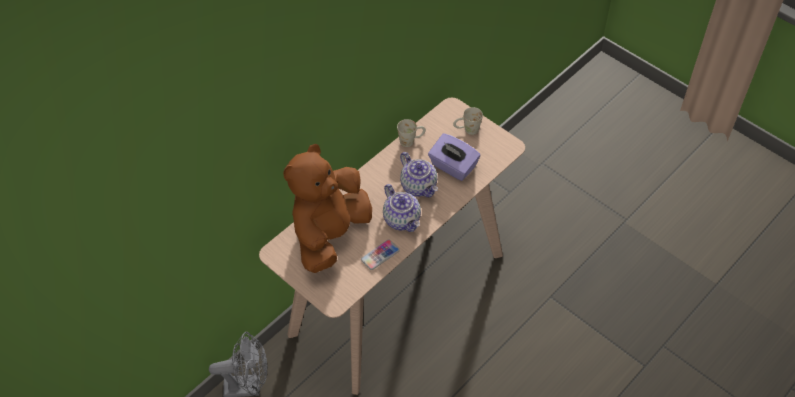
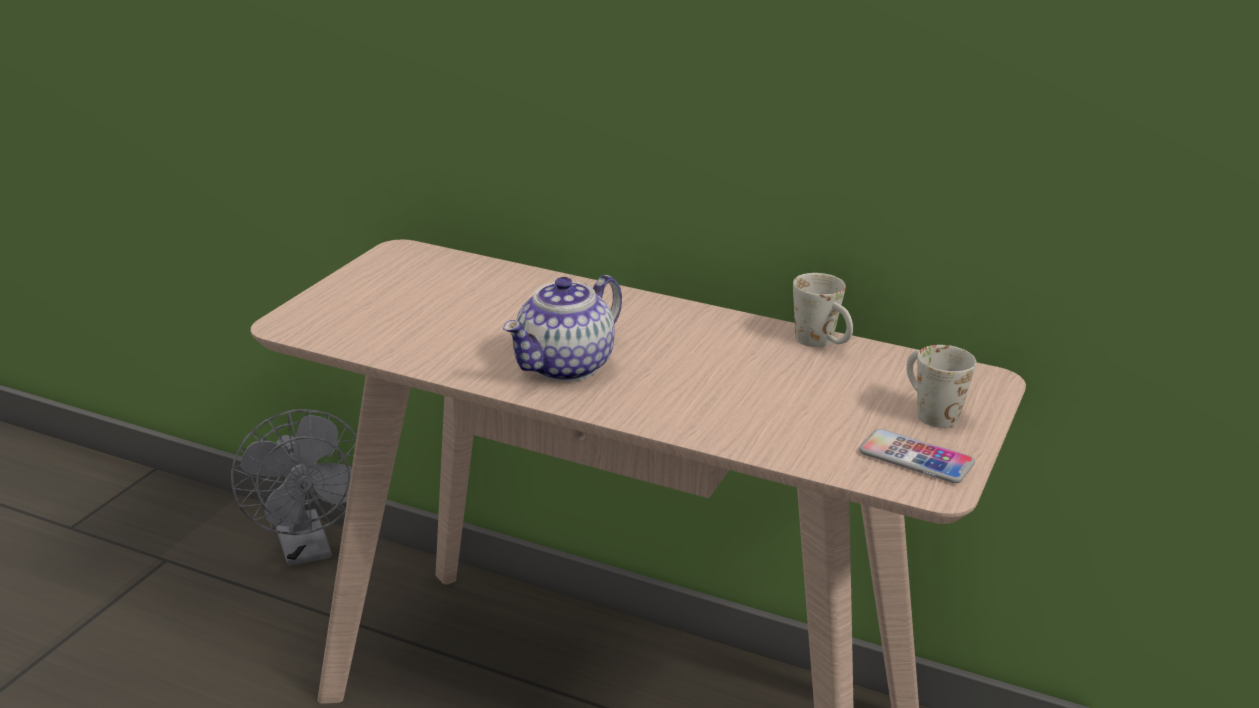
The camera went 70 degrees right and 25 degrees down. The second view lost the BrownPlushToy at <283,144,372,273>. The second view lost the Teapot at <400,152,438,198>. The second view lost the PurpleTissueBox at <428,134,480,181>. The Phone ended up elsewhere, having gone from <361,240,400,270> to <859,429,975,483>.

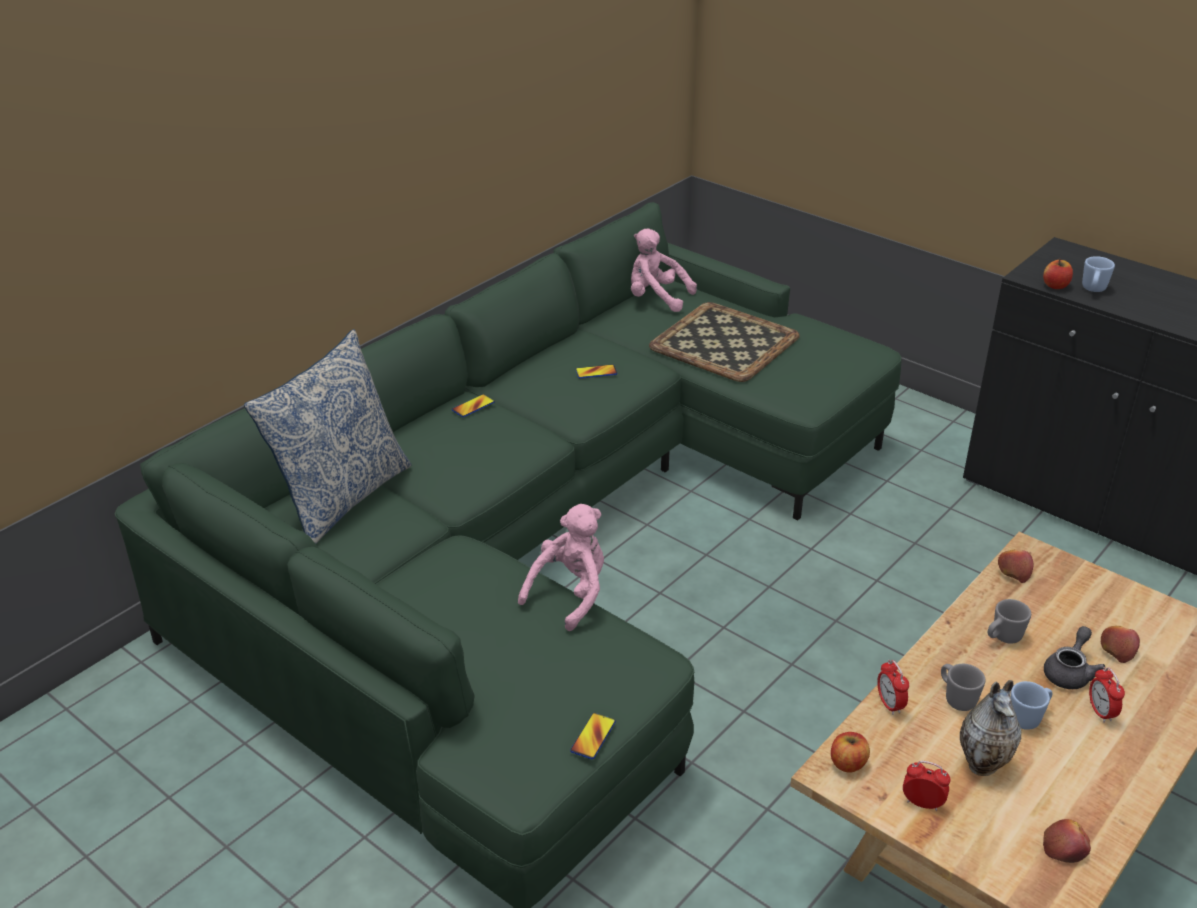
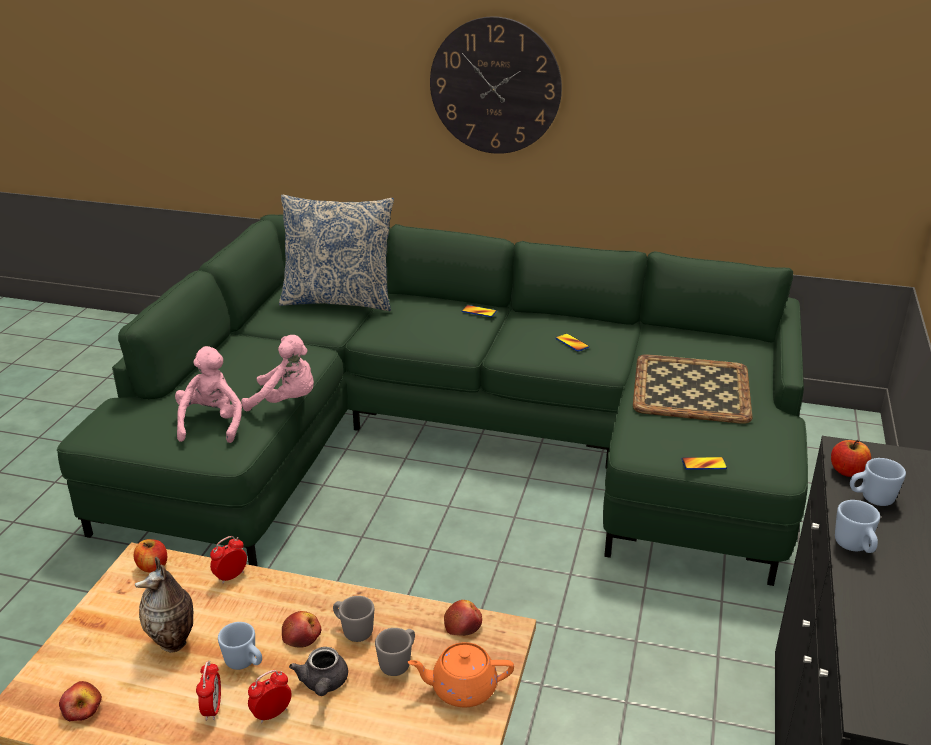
The camera went 65 degrees right and 5 degrees down. The second view gained the OrangeTeapot at <407,642,514,707>. The second view gained the WallClock at <430,16,562,154>. The second view gained the BlueMug at <835,500,880,553>. The Phone ended up elsewhere, having gone from <570,713,616,759> to <682,457,727,470>. The PinkPlushToy ended up elsewhere, having gone from <631,229,697,312> to <175,346,242,443>. The AlarmClock ended up elsewhere, having gone from <903,761,951,811> to <196,661,221,721>. The GreyMug ended up elsewhere, having gone from <941,664,986,711> to <375,628,415,676>. The Apple ended up elsewhere, having gone from <1101,626,1140,663> to <282,611,321,648>. The GreyTeapot at <1044,626,1106,689> ended up facing another way, 75 degrees clockwise from before.

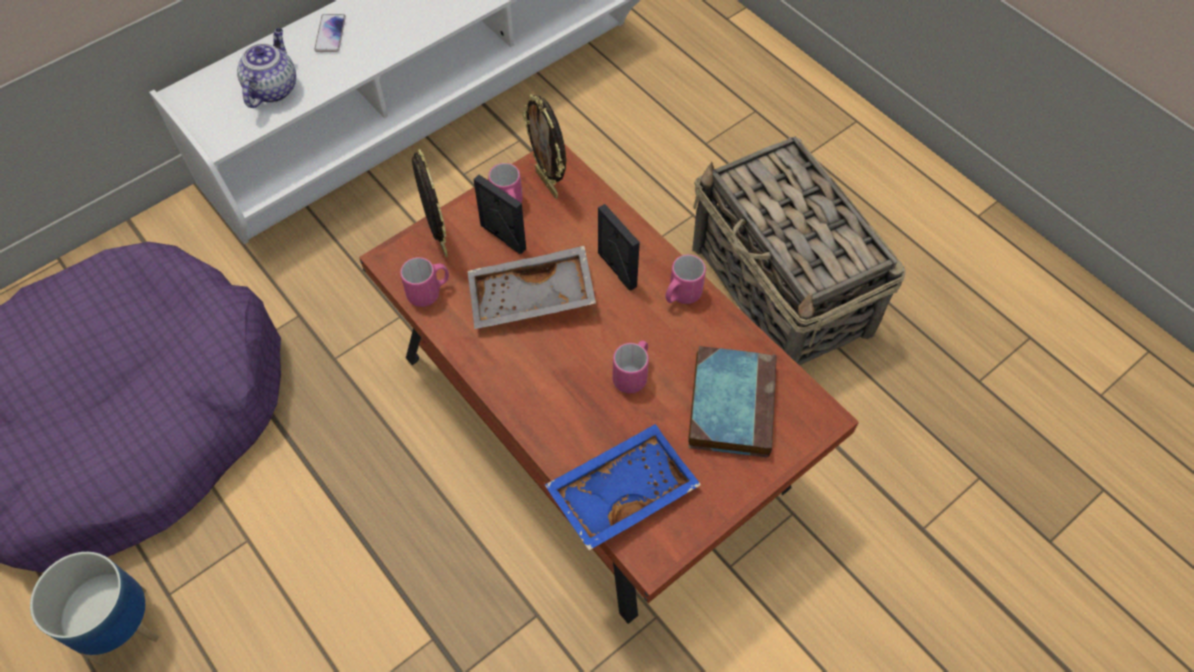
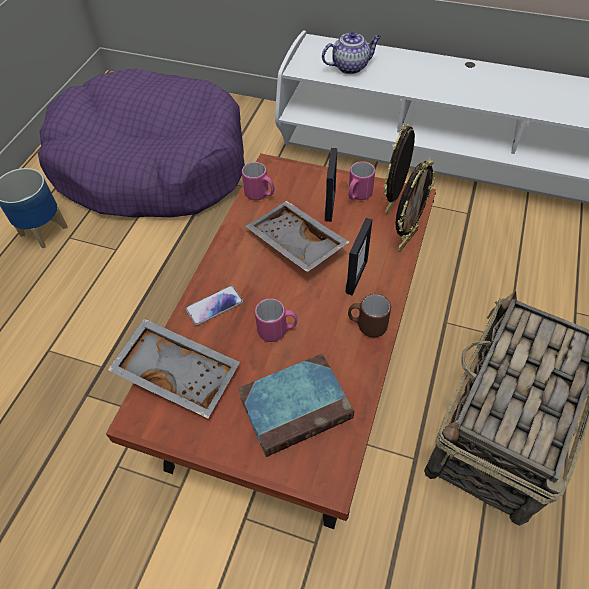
The camera went 60 degrees right and 5 degrees down. The Phone ended up elsewhere, having gone from <314,14,346,52> to <186,285,243,326>. The PictureFrame ended up elsewhere, having gone from <412,149,448,257> to <395,159,435,251>. What was the BlueTray at <545,424,701,550> turned into the GreyTray at <108,318,240,419>. What was the PinkMug at <665,254,706,304> turned into the BrownMug at <348,294,391,337>.

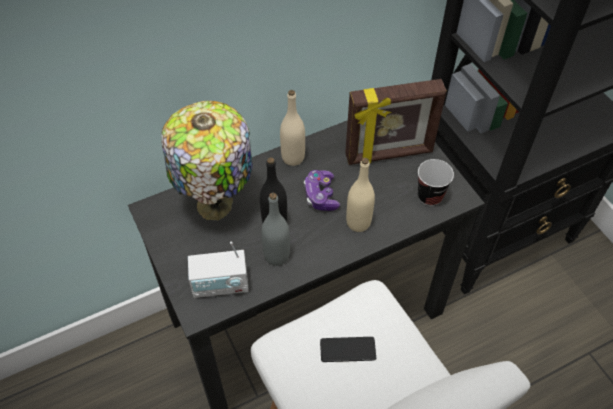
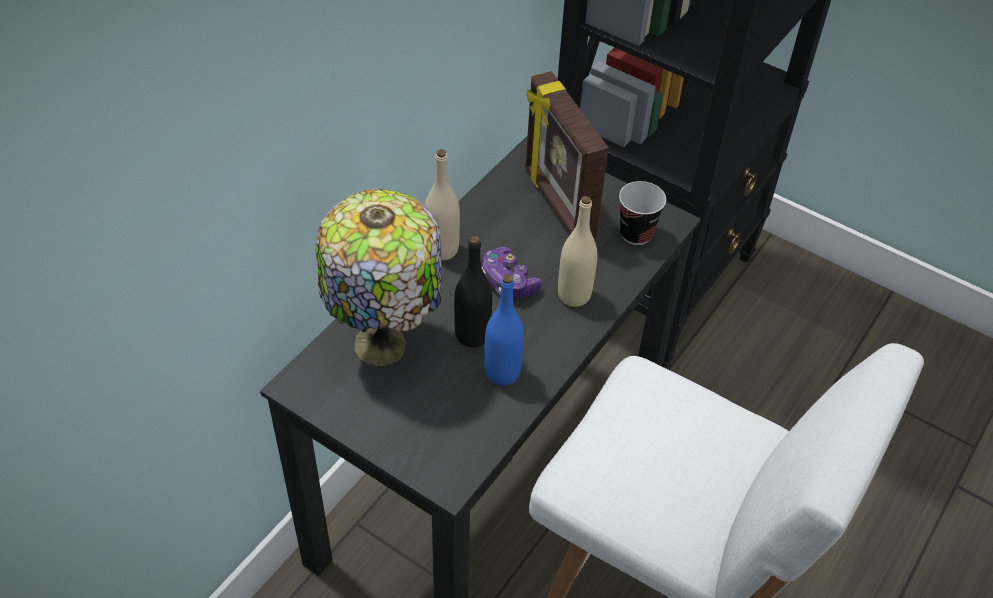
The camera went 30 degrees left and 5 degrees down. The second view lost the Radio at <188,241,249,298>. The second view lost the Phone at <320,337,376,362>. What was the GreyBottle at <261,193,290,266> turned into the BlueBottle at <484,275,524,386>. The PictureFrame at <345,79,447,165> ended up facing another way, 105 degrees clockwise from before.

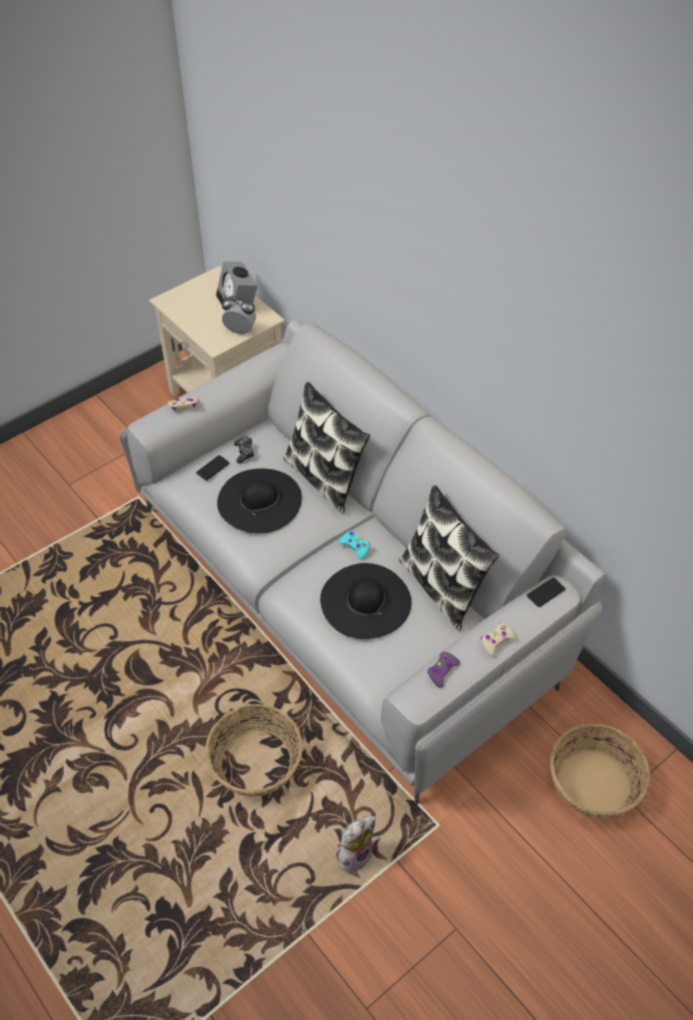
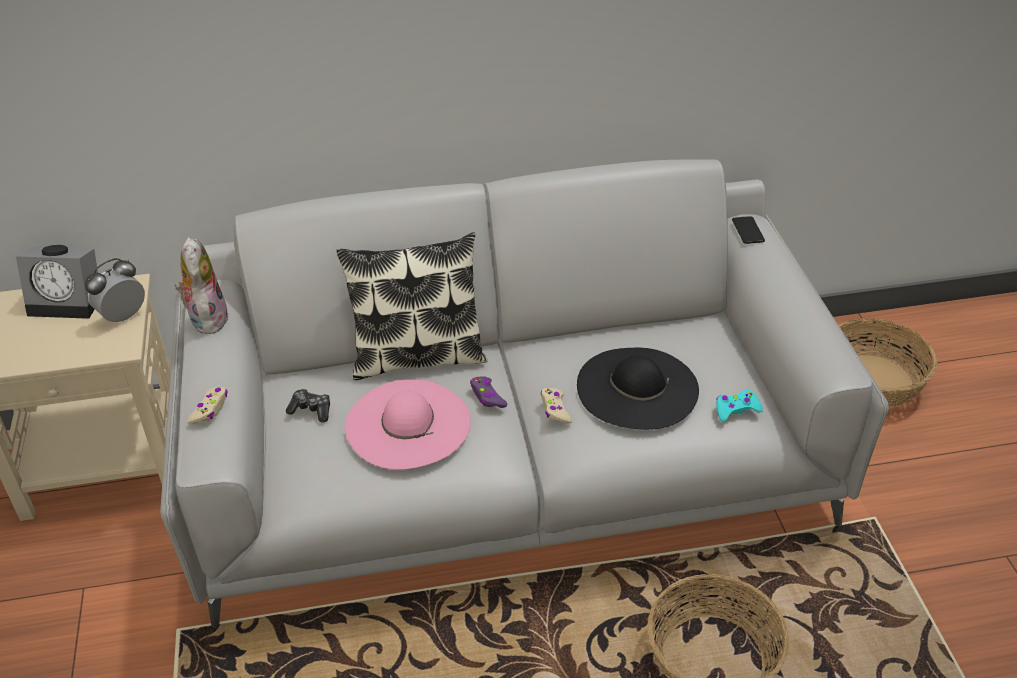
The camera went 60 degrees left and 10 degrees down. The second view lost the Phone at <196,455,230,481>. The second view lost the Pillow at <399,485,499,631>. The PlushToy ended up elsewhere, having gone from <338,816,376,875> to <175,237,229,334>. The TurquoiseGameController ended up elsewhere, having gone from <339,531,370,560> to <716,389,763,422>. The PurpleGameController ended up elsewhere, having gone from <427,652,460,688> to <470,377,507,408>. The BeigeGameController ended up elsewhere, having gone from <481,623,516,656> to <541,388,572,424>. What was the BlackHat at <217,469,302,533> turned into the PinkHat at <345,379,471,470>.

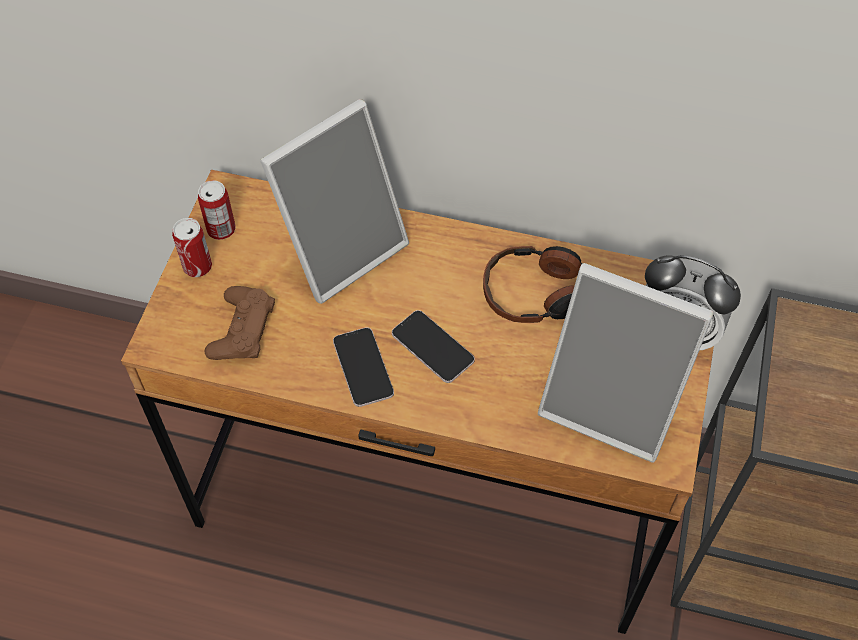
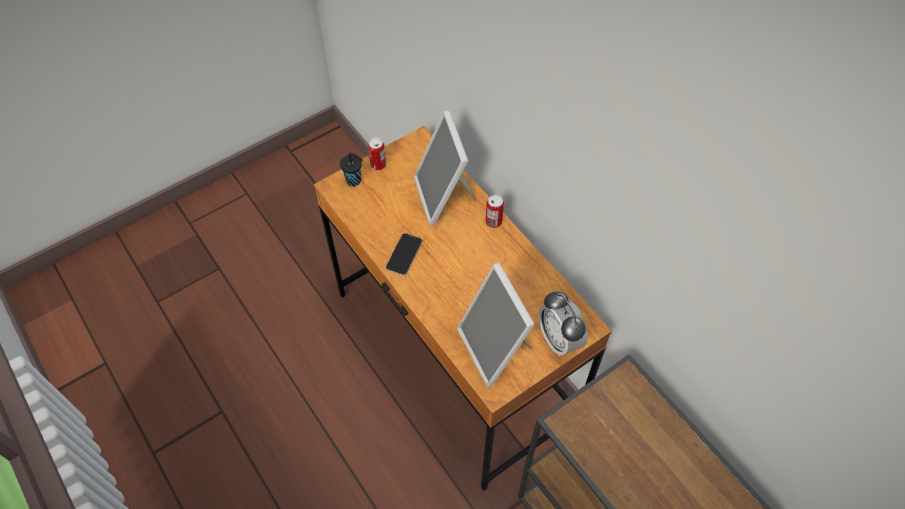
The camera went 40 degrees right and 0 degrees up. The second view lost the BrownGameController at <205,286,275,360>. The second view lost the Phone at <392,310,475,383>. The second view lost the Headphones at <483,246,583,323>. The second view gained the BlackCup at <340,153,363,187>. The Can ended up elsewhere, having gone from <198,180,235,240> to <486,195,504,228>. The PictureFrame at <260,99,409,304> ended up facing another way, 75 degrees clockwise from before.

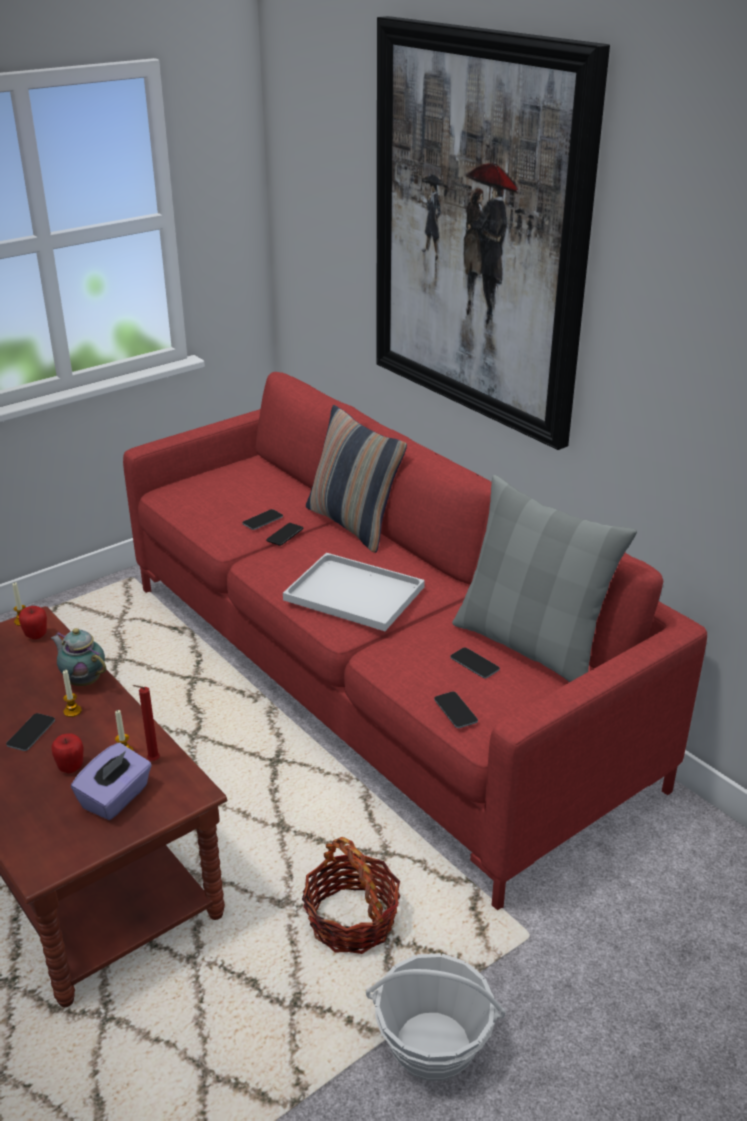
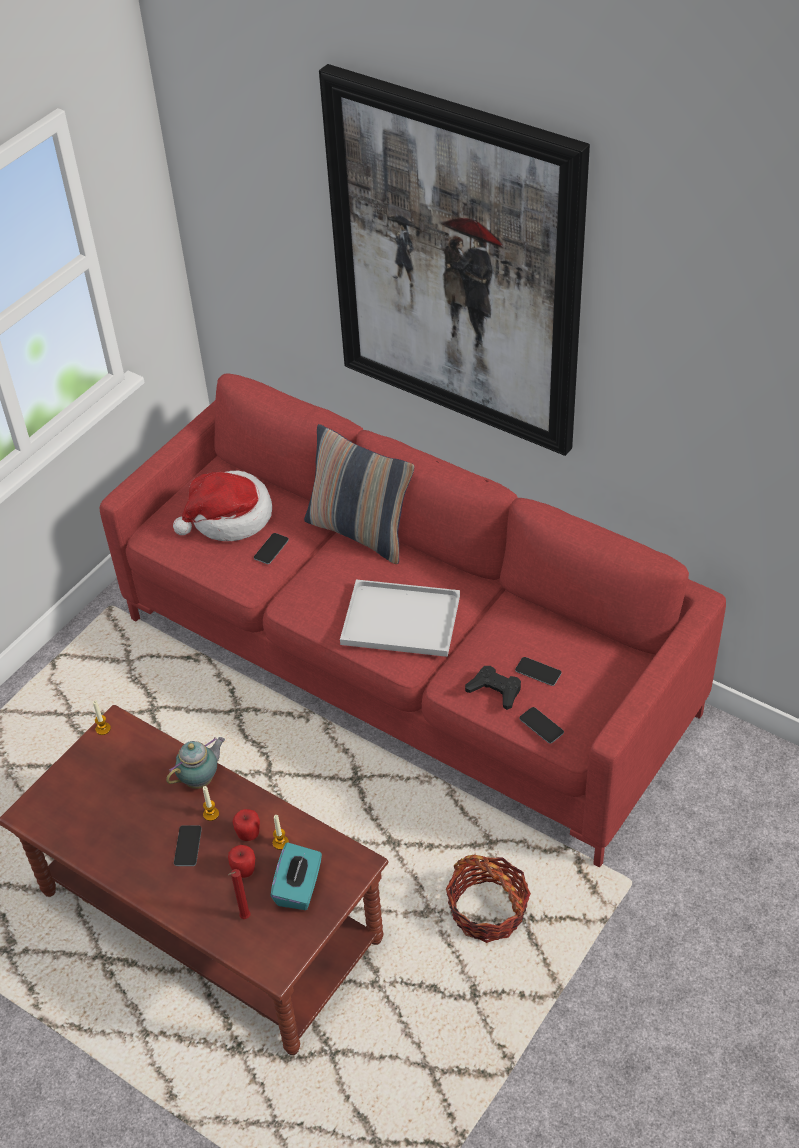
The camera went 15 degrees left and 15 degrees up. The second view lost the Phone at <266,523,304,546>. The second view lost the Basket at <366,953,506,1081>. The second view lost the GreyPillow at <452,475,637,682>. The second view gained the Hat at <173,471,272,541>. The second view gained the BlackGameController at <465,666,521,710>. The Apple ended up elsewhere, having gone from <19,606,47,639> to <233,809,260,841>. The RedCandle ended up elsewhere, having gone from <133,685,160,761> to <228,869,251,919>. What was the PurpleTissueBox at <71,742,152,820> turned into the TurquoiseTissueBox at <270,842,322,910>. The Teapot at <51,628,107,686> ended up facing another way, 120 degrees clockwise from before.

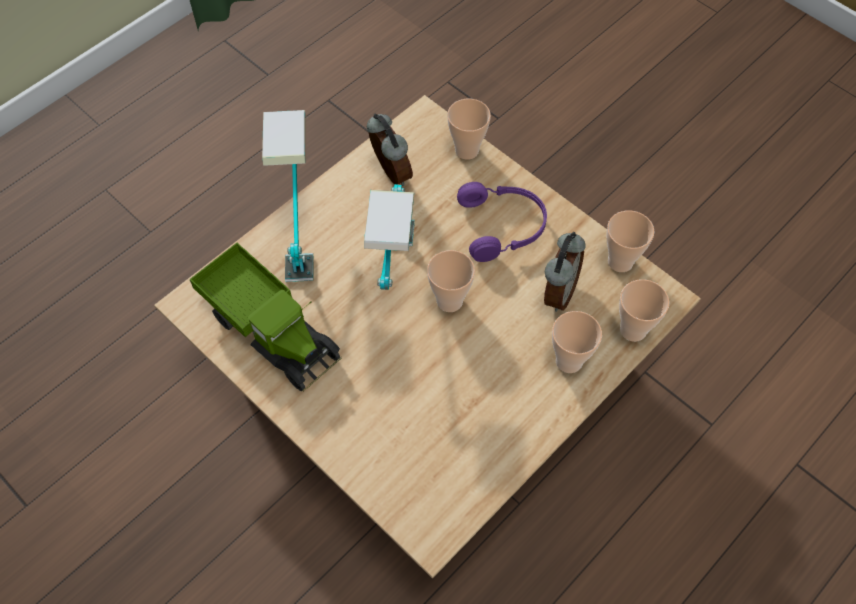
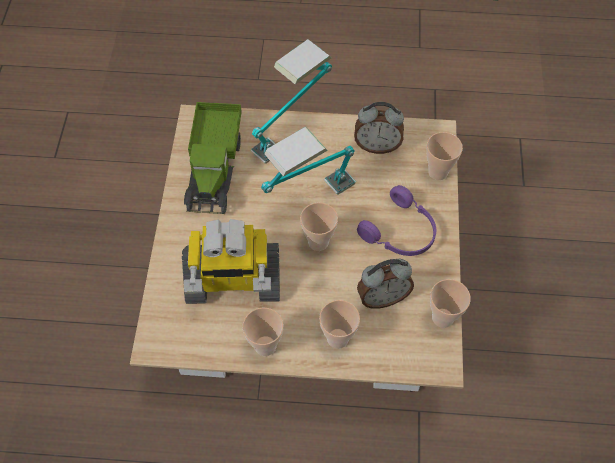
The camera went 50 degrees right and 0 degrees up. The second view gained the ToyRobot at <182,219,280,304>. The Cup ended up elsewhere, having gone from <619,279,669,342> to <243,308,283,356>. The AlarmClock at <367,113,413,186> ended up facing another way, 75 degrees clockwise from before.

